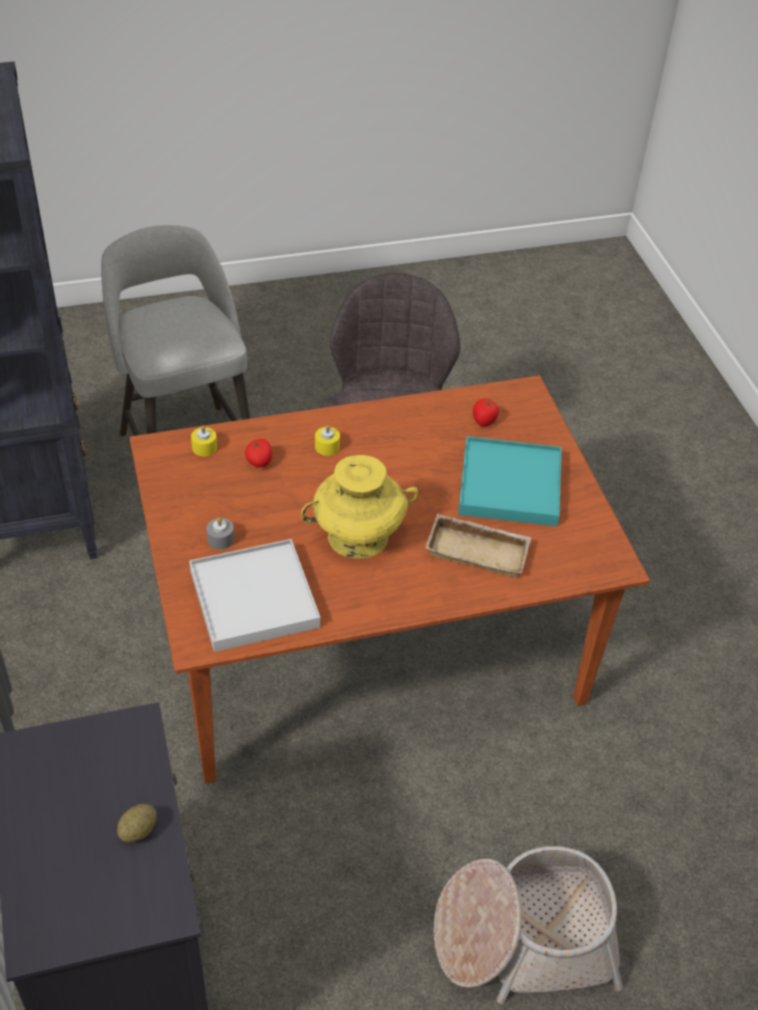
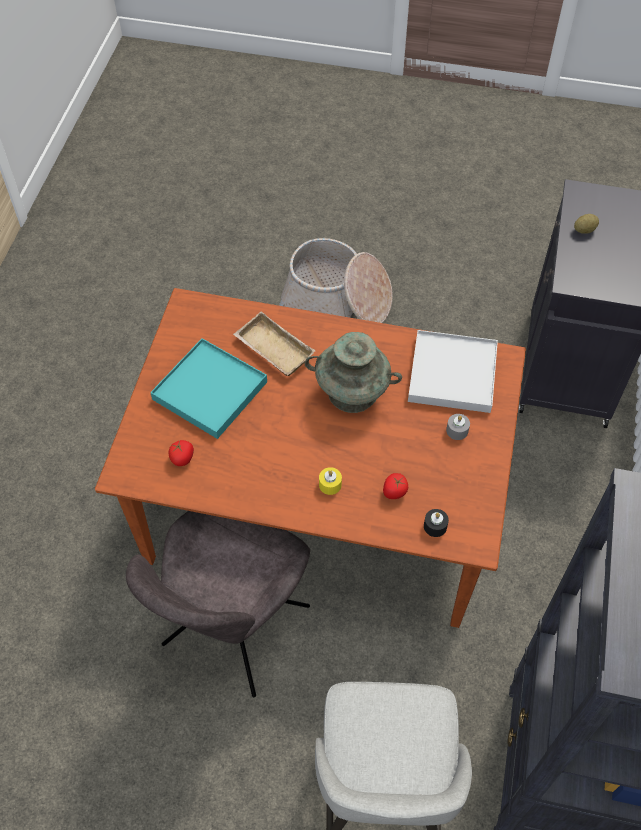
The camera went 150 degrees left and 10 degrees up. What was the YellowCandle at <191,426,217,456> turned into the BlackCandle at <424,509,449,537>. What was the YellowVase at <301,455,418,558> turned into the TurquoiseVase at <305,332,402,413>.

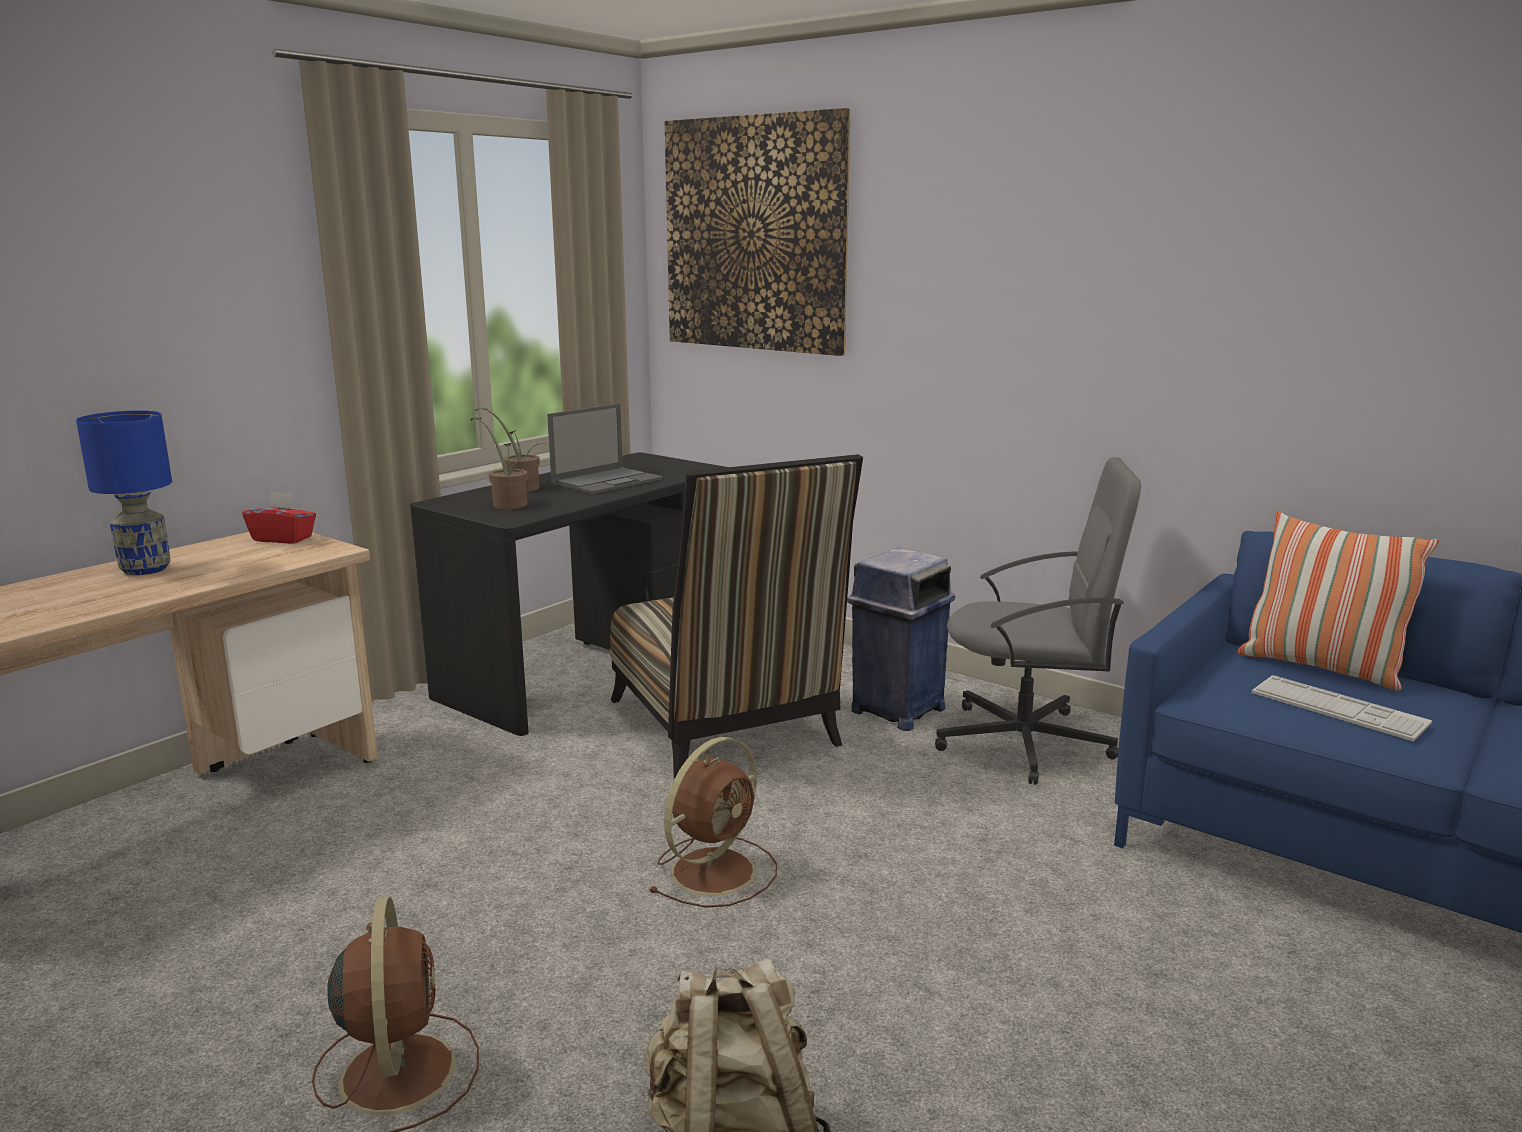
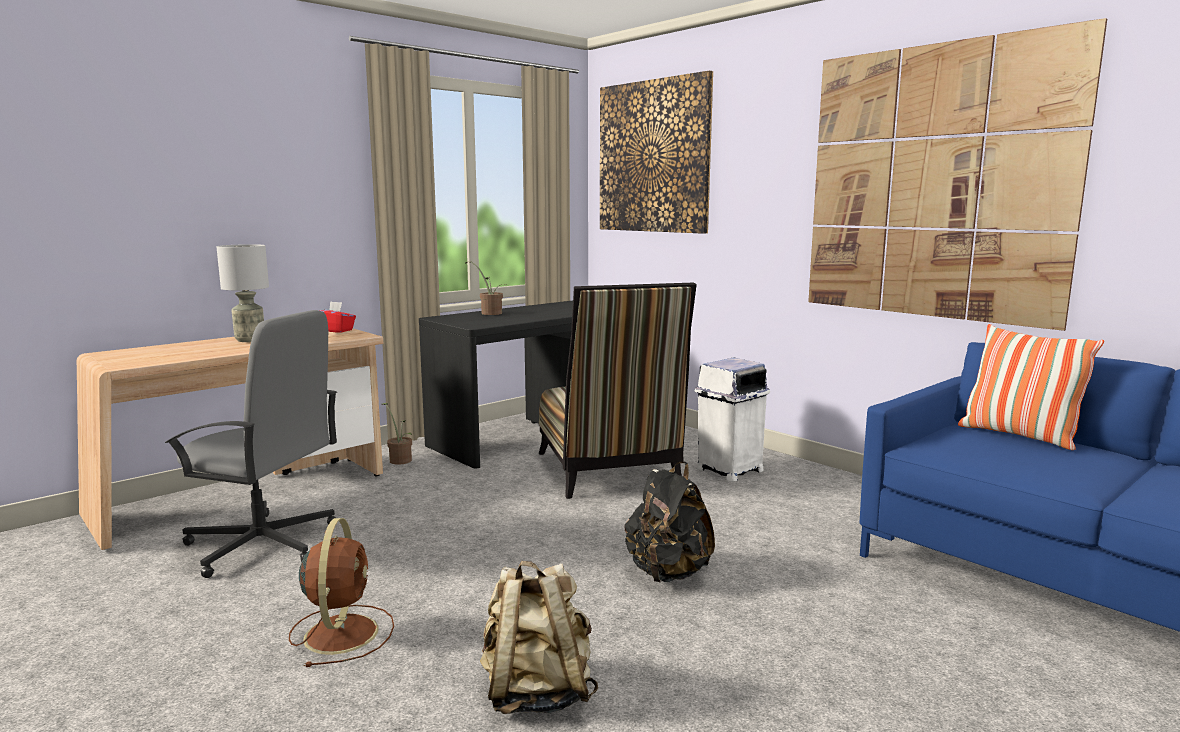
The camera went 10 degrees right and 5 degrees down. The second view lost the Laptop at <547,404,663,494>. The second view lost the BrownFan at <649,737,777,908>. The second view lost the Keyboard at <1252,675,1432,742>. The second view gained the BlackBackpack at <625,461,715,583>. The second view gained the Picture at <808,18,1107,331>. The PottedPlant ended up elsewhere, having gone from <471,417,532,509> to <382,403,412,465>. The GreyOfficeChair ended up elsewhere, having gone from <935,457,1141,785> to <165,310,337,578>. What was the BlueTableLamp at <76,410,172,575> turned into the GreyTableLamp at <216,244,269,342>. What was the BlueTrashCan at <847,547,955,731> turned into the WhiteTrashCan at <695,357,770,482>.

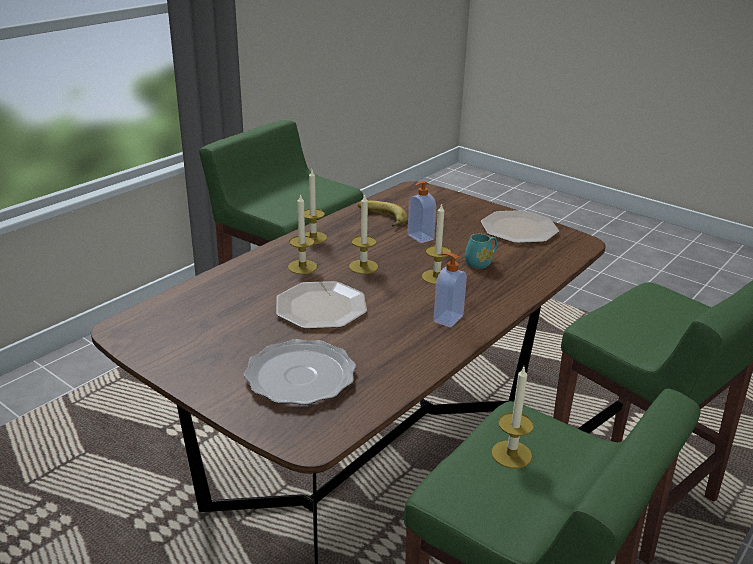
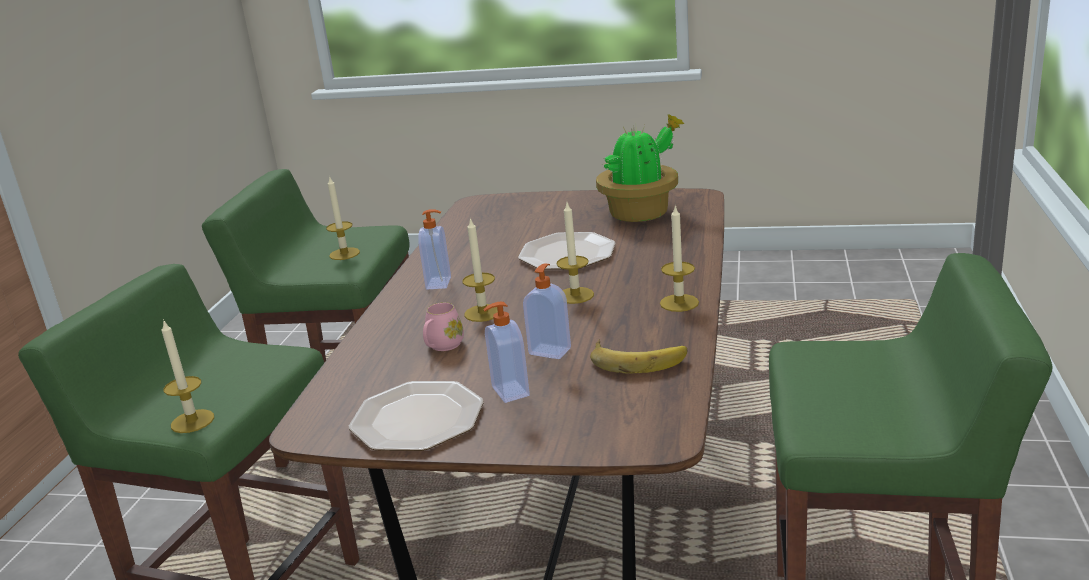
The camera went 155 degrees right and 5 degrees down. The second view lost the Plate at <244,339,356,405>. The second view gained the SoapDispenser at <483,302,530,403>. The second view gained the PottedPlant at <596,114,685,222>. The Candle ended up elsewhere, having gone from <288,193,317,274> to <162,319,214,433>. What was the TurquoiseMug at <465,234,497,269> turned into the PinkMug at <423,302,464,351>.

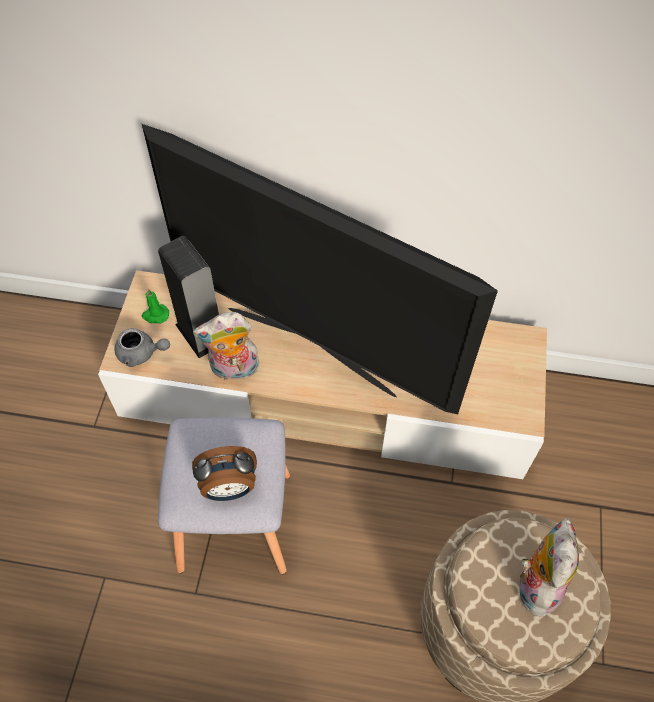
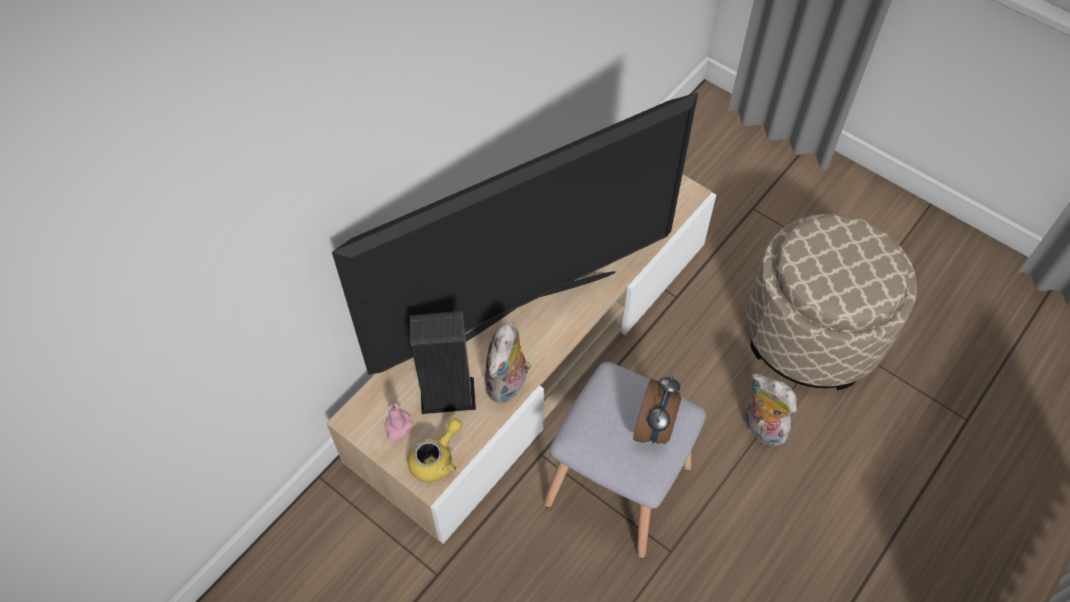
The camera went 60 degrees left and 0 degrees up. The PlushToy ended up elsewhere, having gone from <519,518,579,619> to <745,374,797,446>. What was the GreyTeapot at <115,328,170,367> turned into the YellowTeapot at <407,418,462,482>. What was the GreenCandle at <142,288,169,323> turned into the PinkCandle at <384,403,413,441>.

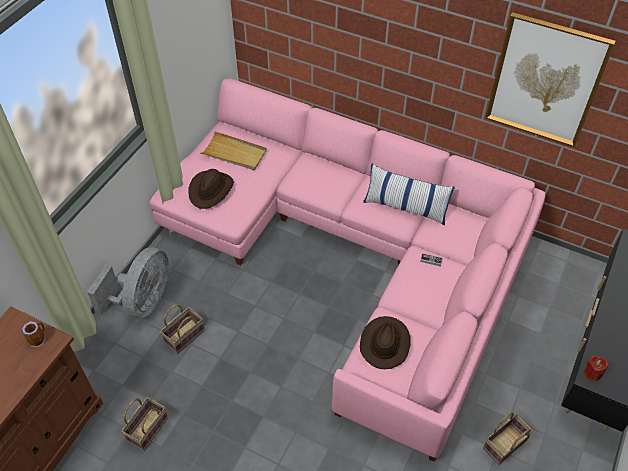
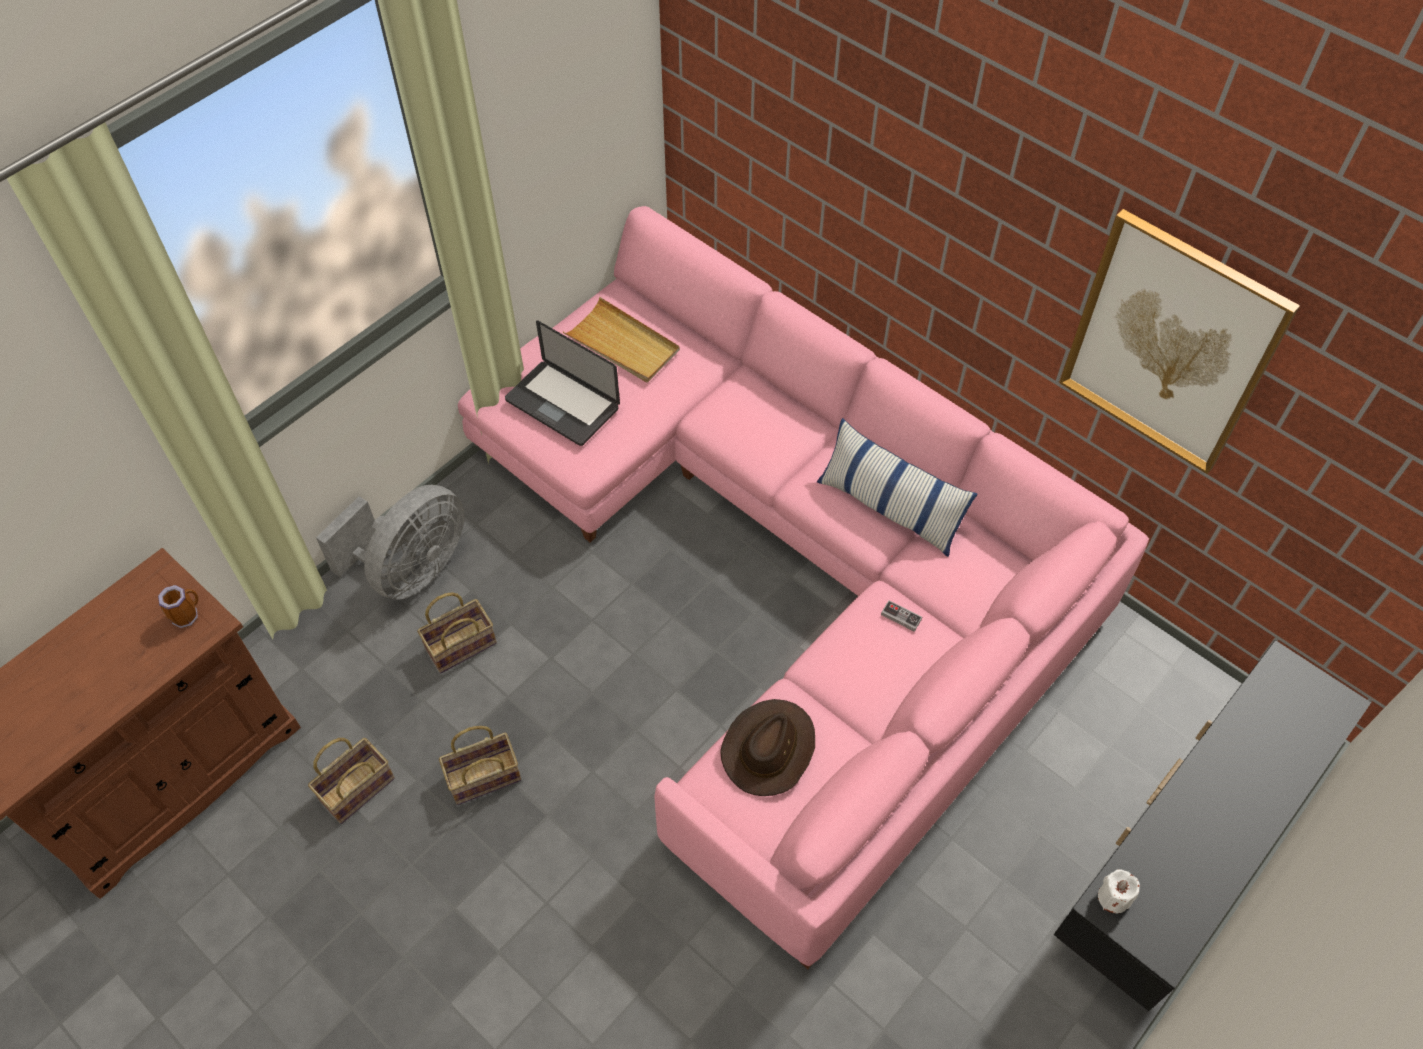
The camera went 15 degrees right and 5 degrees up. The Basket ended up elsewhere, having gone from <483,412,533,465> to <439,726,522,805>. Where the BrownHat stood at <188,169,234,209>, the Laptop came to stand at <505,321,620,446>. What was the RedCandle at <584,356,608,381> turned into the WhiteCandle at <1098,869,1140,913>.

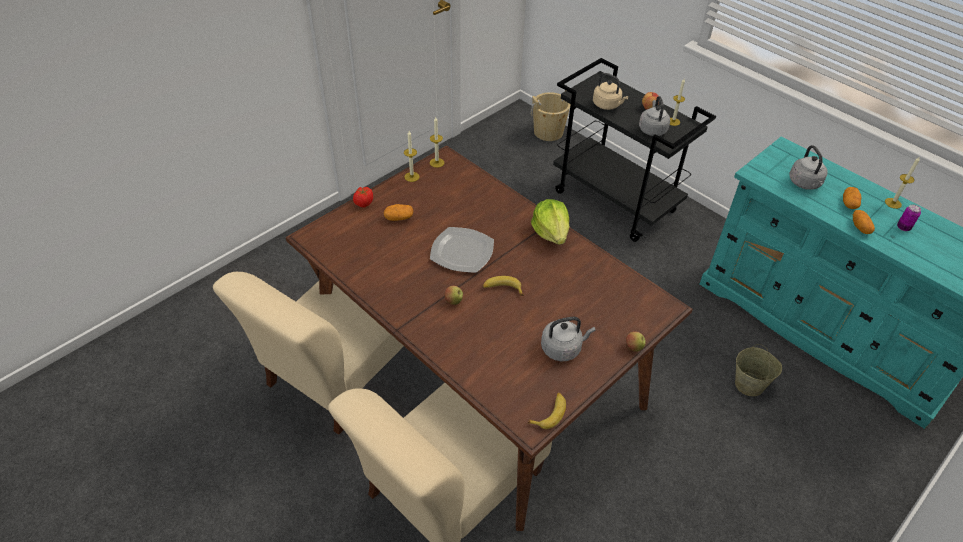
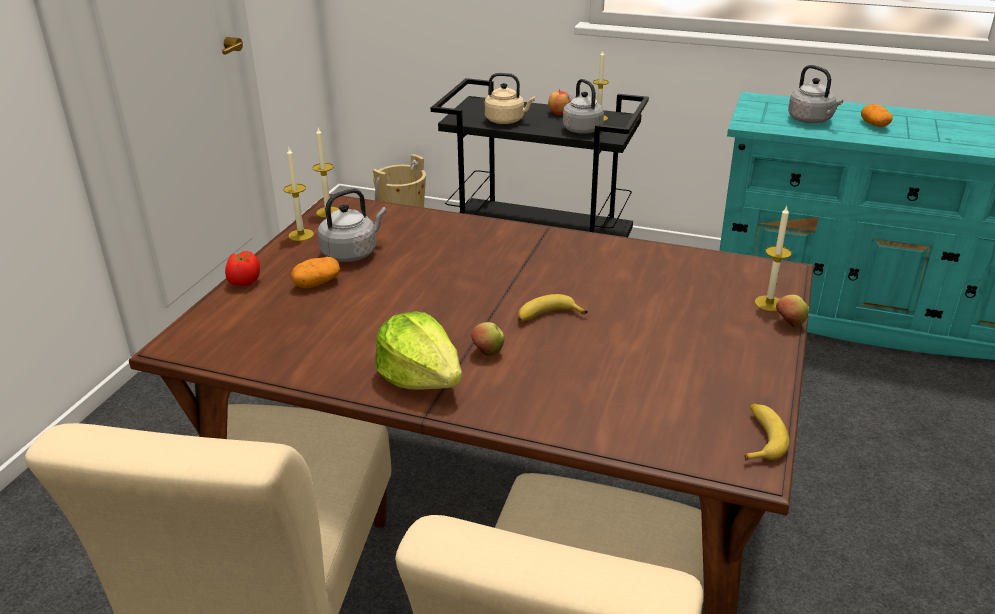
The camera went 25 degrees left and 15 degrees down. The second view lost the Plate at <430,227,494,273>. The second view lost the BeigeBucket at <735,344,782,396>. The second view lost the Potato at <853,210,875,234>. The second view lost the Can at <897,204,921,231>. The Lettuce ended up elsewhere, having gone from <531,199,569,245> to <376,311,462,390>. The GreyKettle ended up elsewhere, having gone from <541,317,596,362> to <318,188,387,262>. The Candle ended up elsewhere, having gone from <885,156,920,209> to <754,206,792,311>.

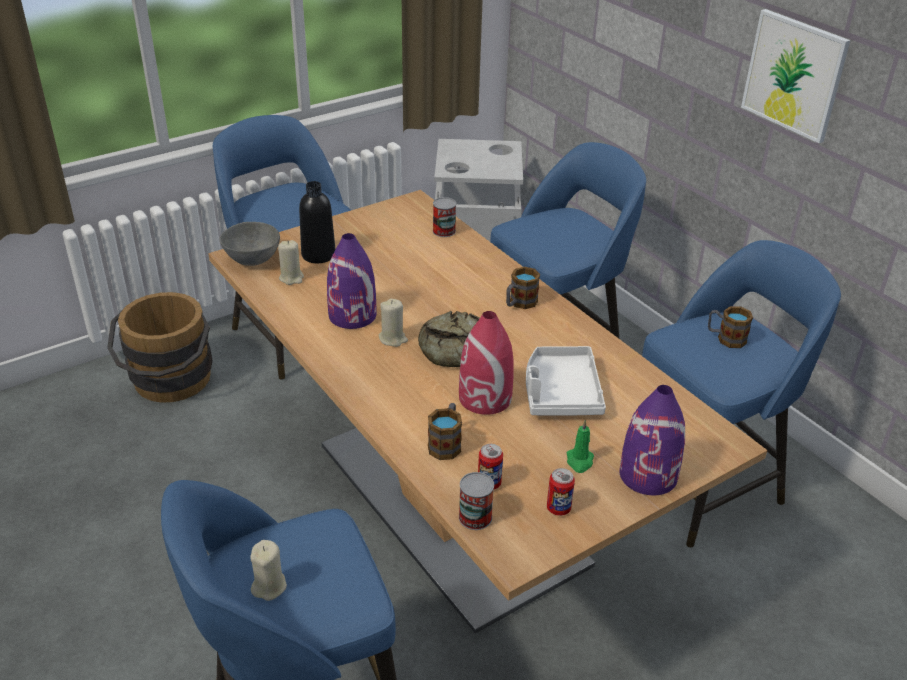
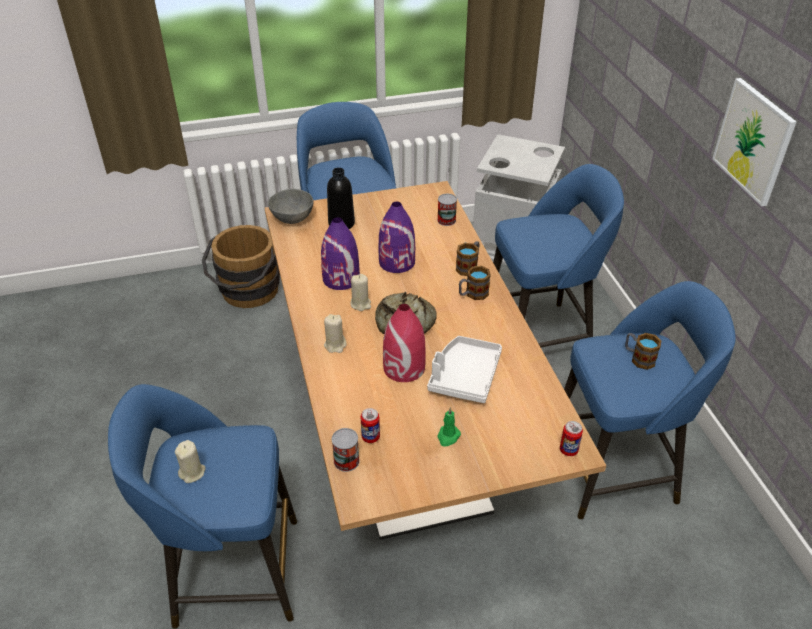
The camera went 20 degrees right and 5 degrees up. The BeigeCandle ended up elsewhere, having gone from <278,240,304,285> to <324,314,347,353>. The Mug ended up elsewhere, having gone from <428,403,462,460> to <456,241,480,276>. The Can ended up elsewhere, having gone from <547,468,575,516> to <560,421,583,456>. The PurpleVase ended up elsewhere, having gone from <620,385,685,495> to <378,202,415,273>.

